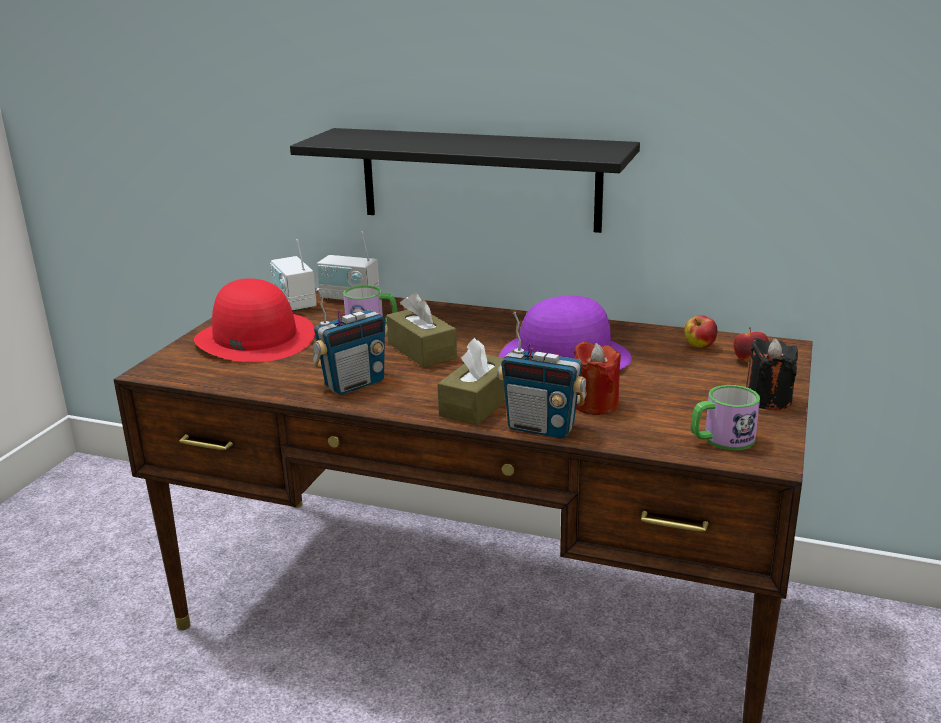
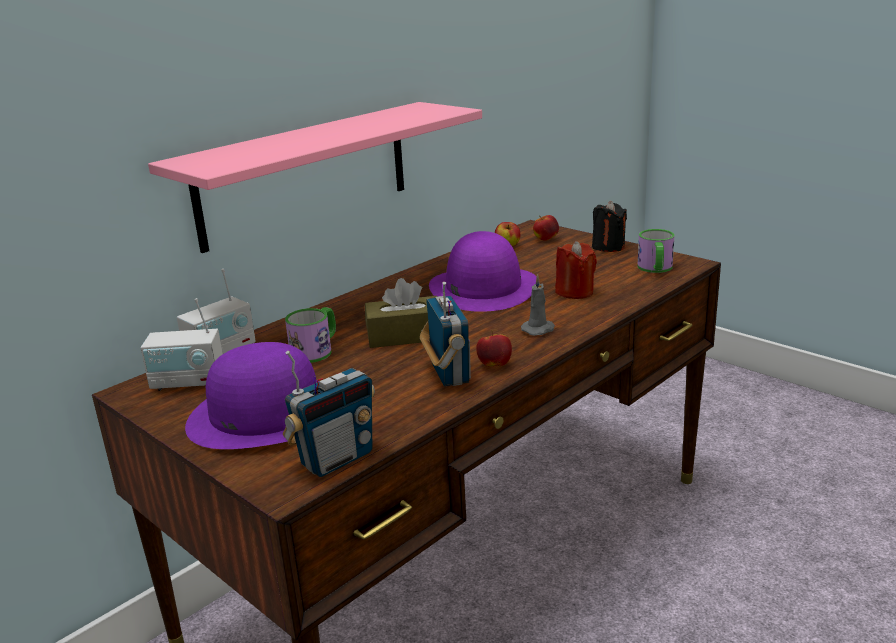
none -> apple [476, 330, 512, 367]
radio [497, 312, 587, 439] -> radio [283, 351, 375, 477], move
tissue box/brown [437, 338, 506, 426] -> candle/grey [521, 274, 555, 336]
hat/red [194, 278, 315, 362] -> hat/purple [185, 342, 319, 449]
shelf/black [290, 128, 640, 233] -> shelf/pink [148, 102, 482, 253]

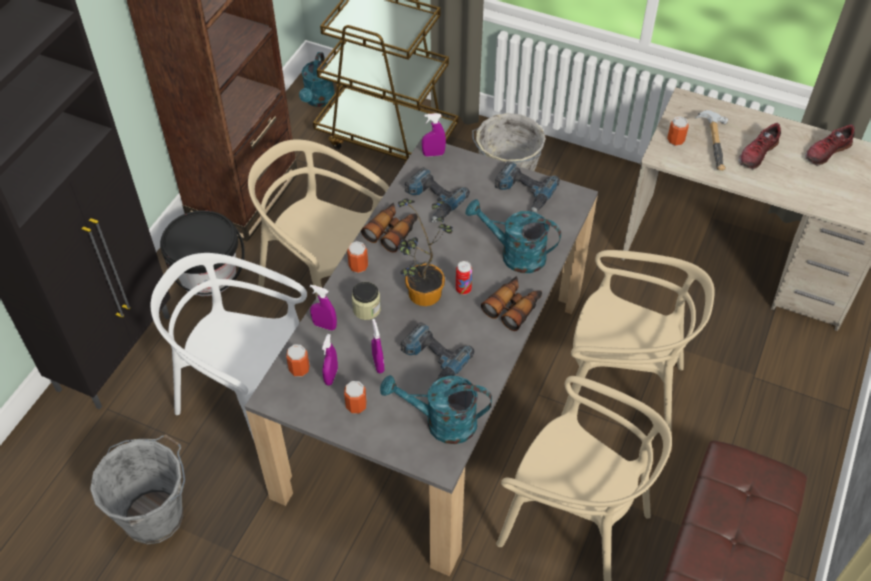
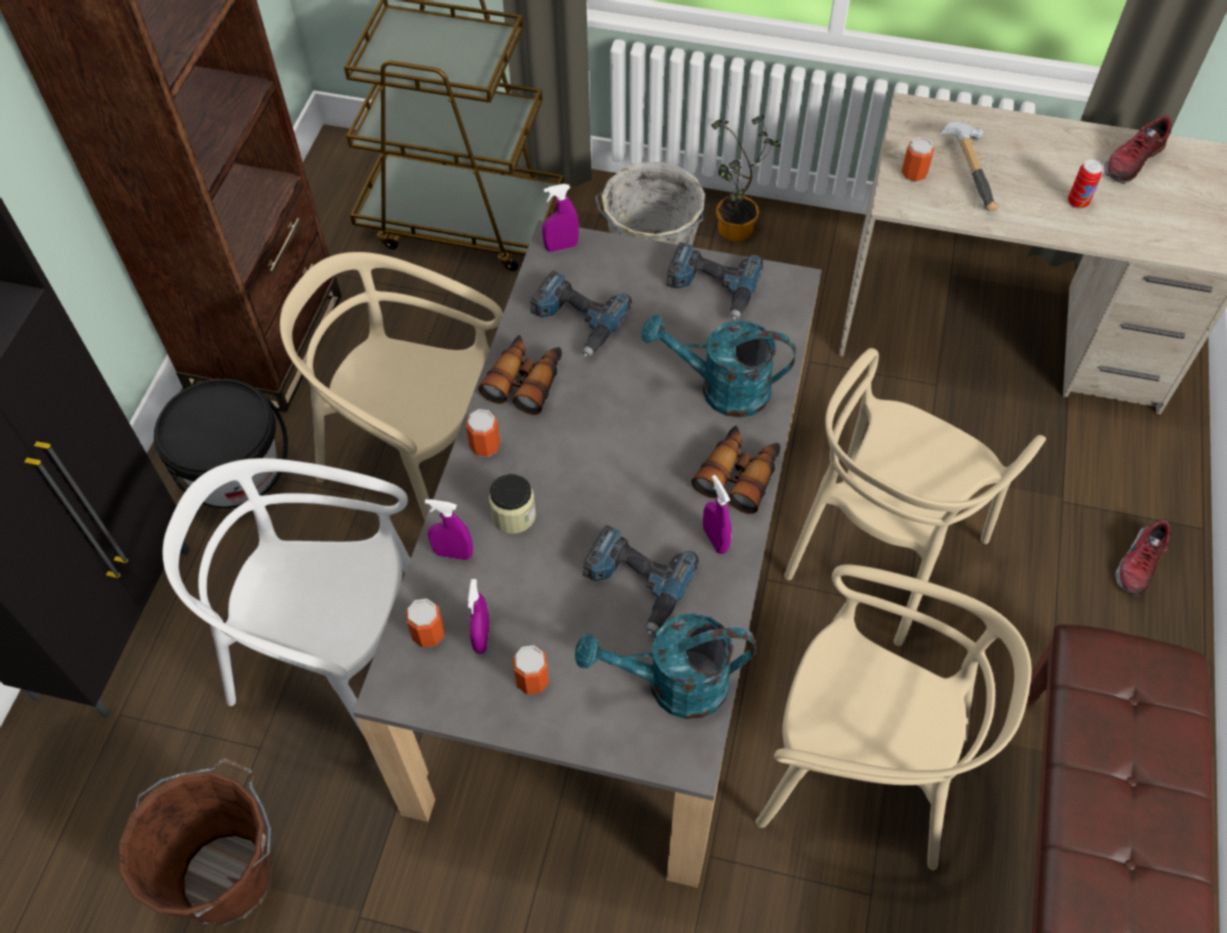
watering can/turquoise [299, 52, 335, 107] -> none
spray bottle/purple [371, 319, 384, 373] -> spray bottle/purple [703, 475, 732, 554], move
potted plant [398, 198, 453, 306] -> potted plant [711, 115, 781, 241], move
can [456, 261, 472, 295] -> can [1068, 159, 1103, 209], move
shoe [739, 123, 781, 170] -> shoe [1115, 519, 1171, 596], move
bucket/grey [90, 434, 185, 544] -> bucket/brown [119, 758, 273, 925]
chair/beige [561, 250, 715, 433] -> chair/beige [784, 348, 1046, 646], 120 degrees clockwise

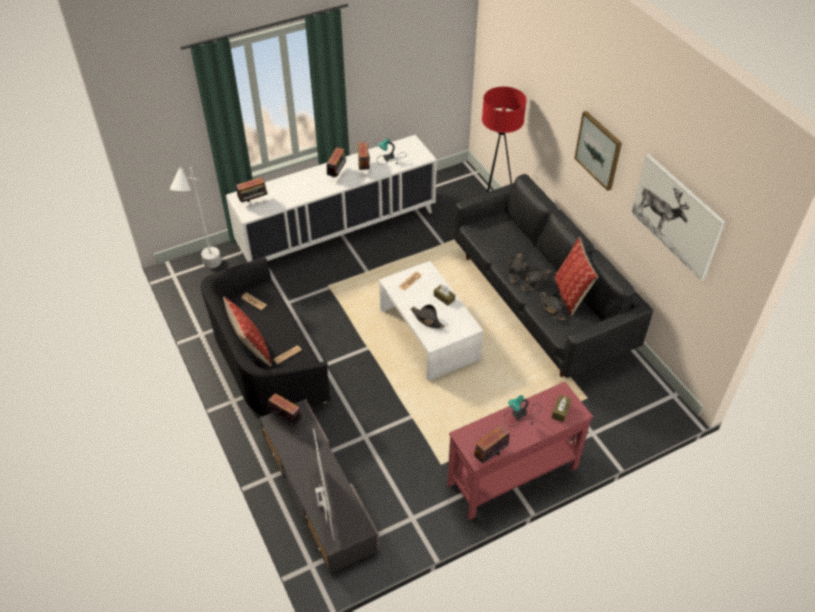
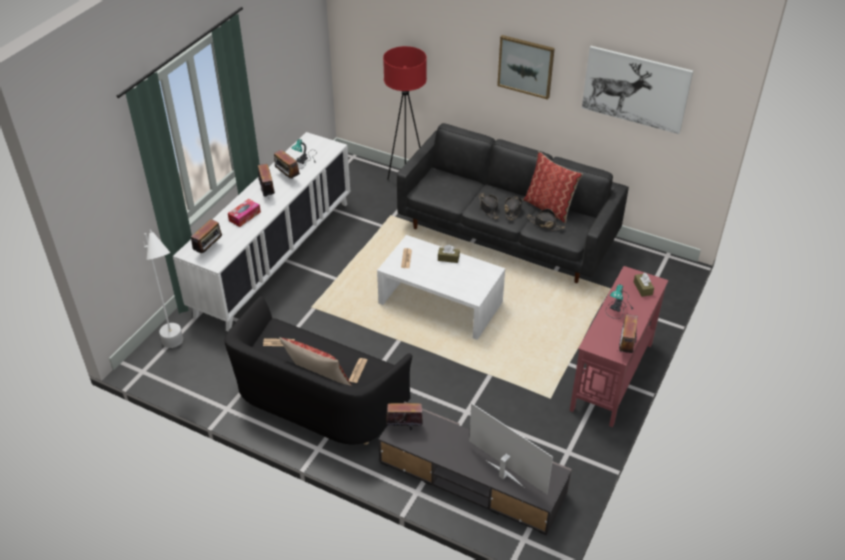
hat/black [411, 304, 445, 329] -> none
none -> tissue box [228, 199, 261, 227]

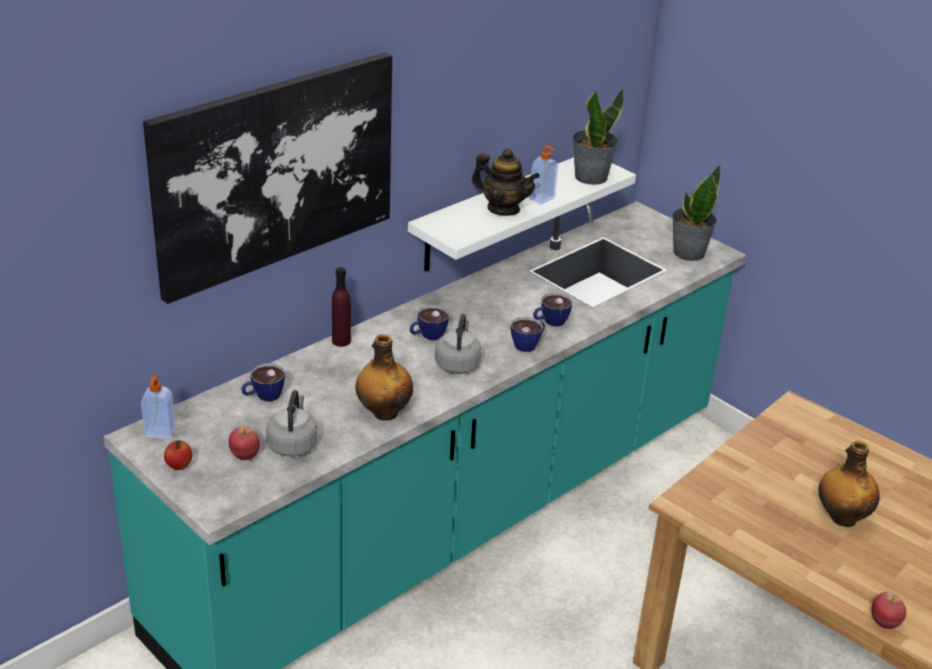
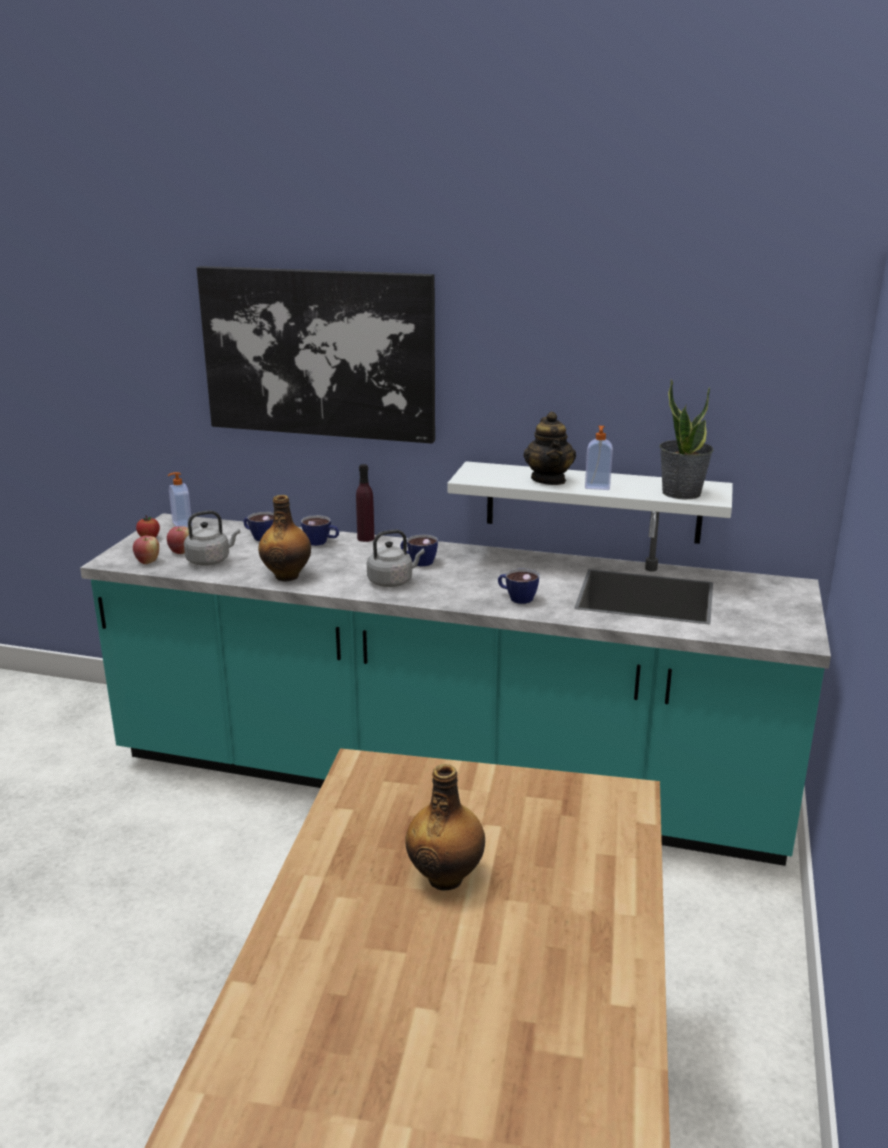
potted plant [672, 165, 721, 261] -> none
cup [511, 317, 545, 352] -> cup [301, 515, 339, 546], move
apple [871, 592, 906, 629] -> apple [133, 536, 159, 564], move

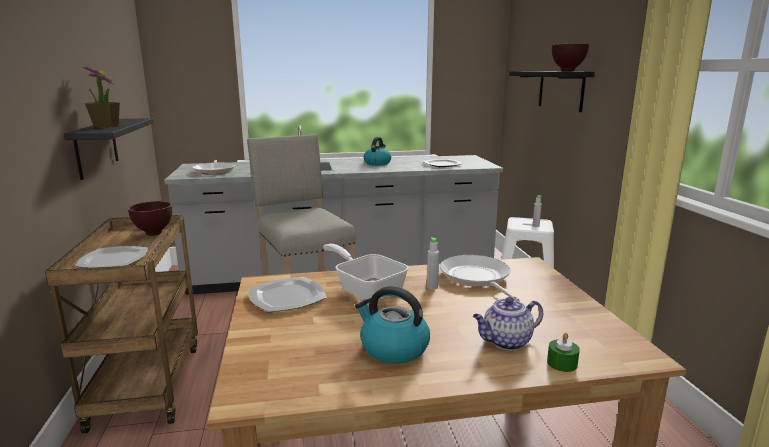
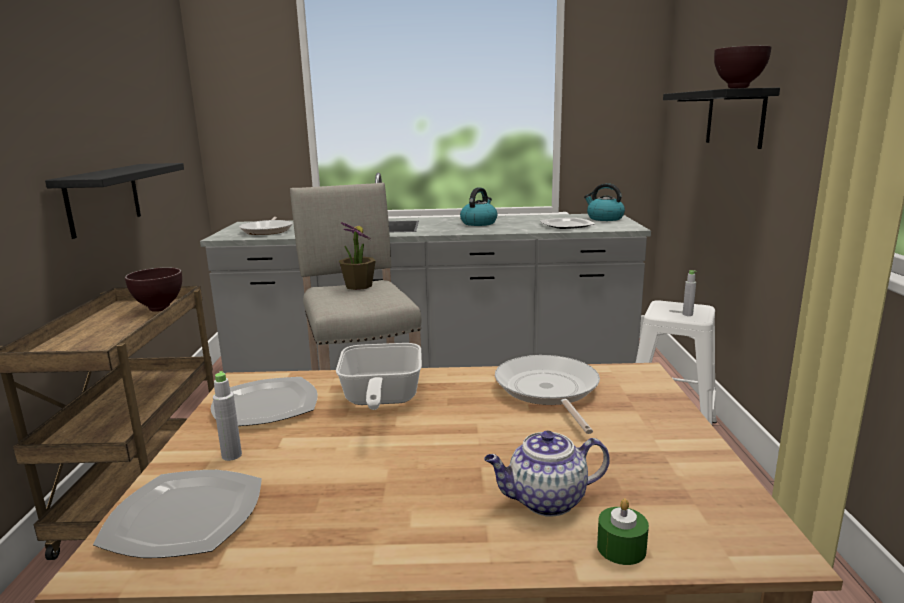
plate [75, 246, 148, 268] -> plate [93, 470, 262, 558], move
potted plant [83, 66, 120, 128] -> potted plant [339, 222, 376, 290], move
kettle [355, 286, 430, 364] -> kettle [584, 183, 625, 221], move
bottle/grey [427, 237, 439, 290] -> bottle/grey [213, 371, 242, 461], move
frying pan [323, 244, 409, 300] -> frying pan [336, 343, 422, 410], 150 degrees counterclockwise

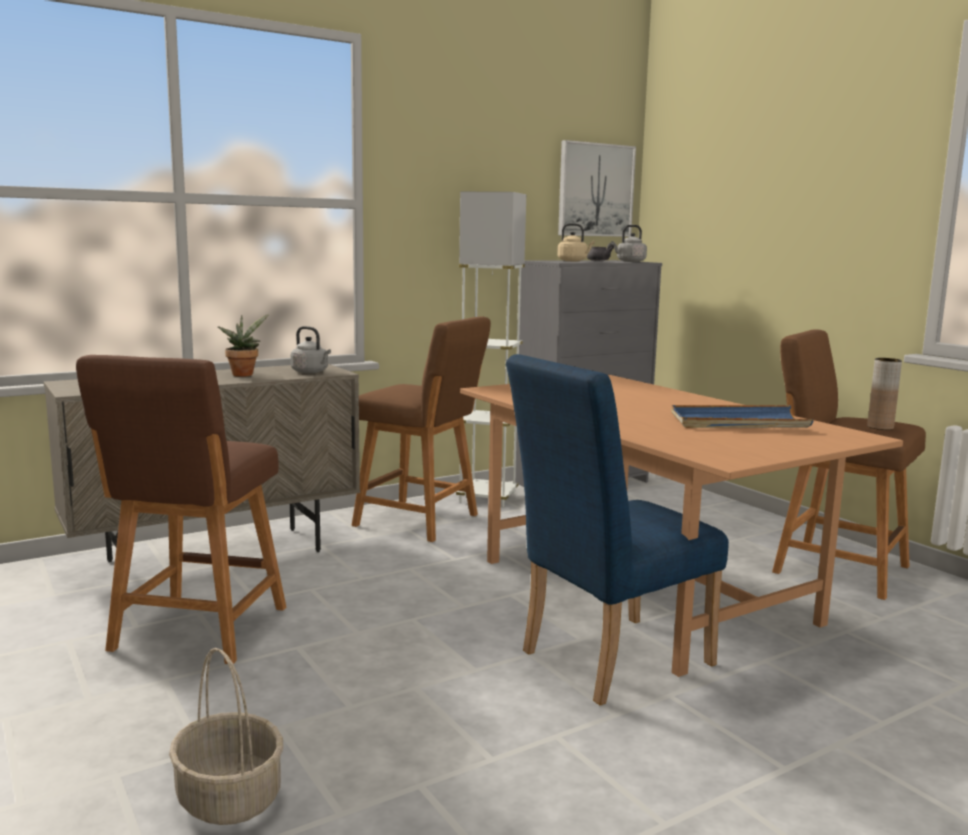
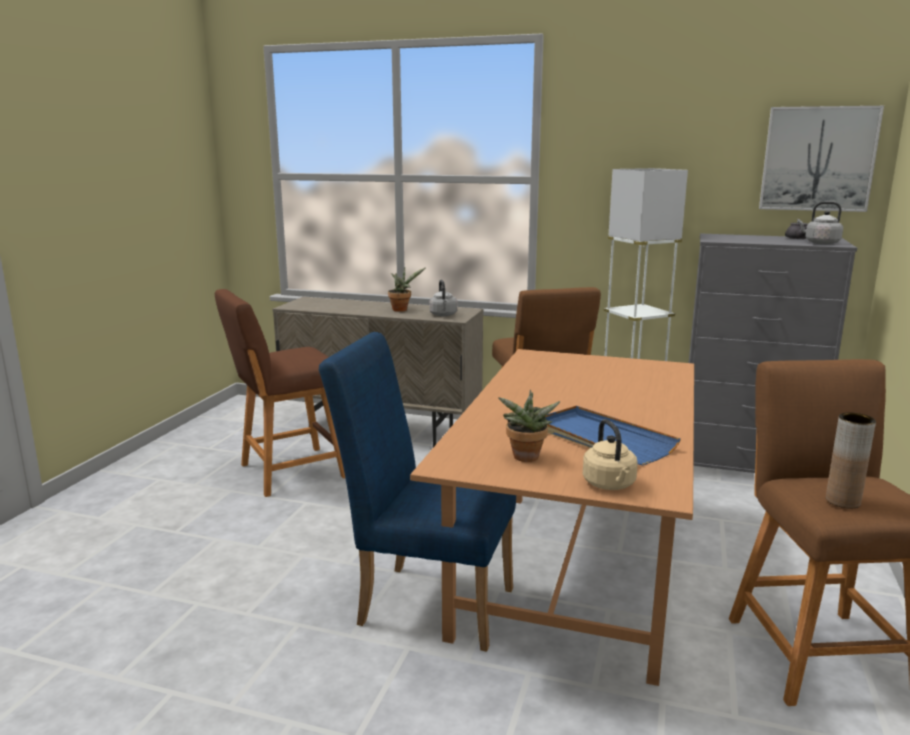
basket [169, 648, 283, 825] -> none
none -> potted plant [498, 390, 560, 462]
kettle/beige [557, 223, 595, 261] -> kettle/beige [583, 419, 638, 490], move

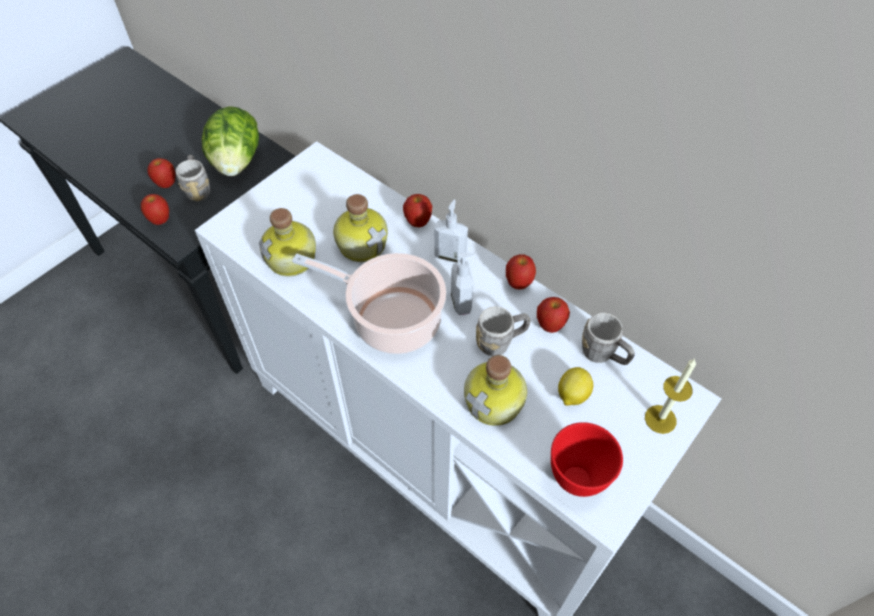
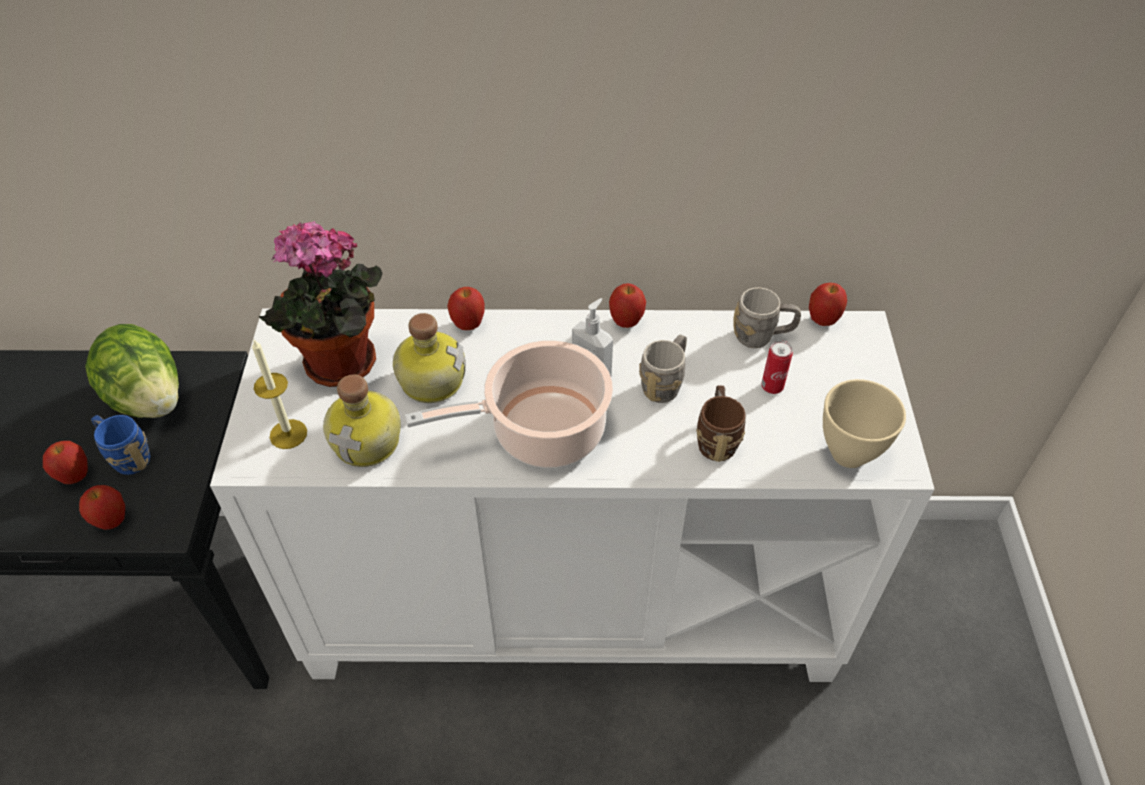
soap dispenser [434, 199, 468, 263] -> none
none -> potted plant [259, 221, 382, 387]
apple [537, 297, 570, 333] -> apple [809, 283, 847, 326], move
candle [645, 359, 696, 434] -> candle [252, 340, 307, 449], move
bottle [464, 355, 527, 426] -> mug/brown [696, 385, 746, 462]
lemon [558, 367, 593, 406] -> can [761, 340, 793, 394]
mug/grey [176, 155, 210, 201] -> mug/blue [91, 415, 150, 475]
bowl/red [551, 422, 623, 497] -> bowl/beige [823, 379, 906, 468]

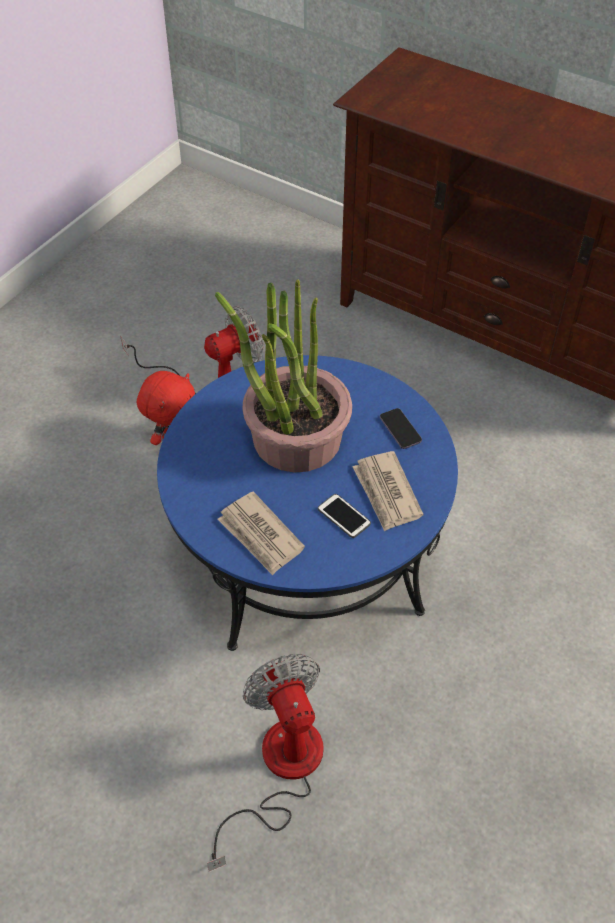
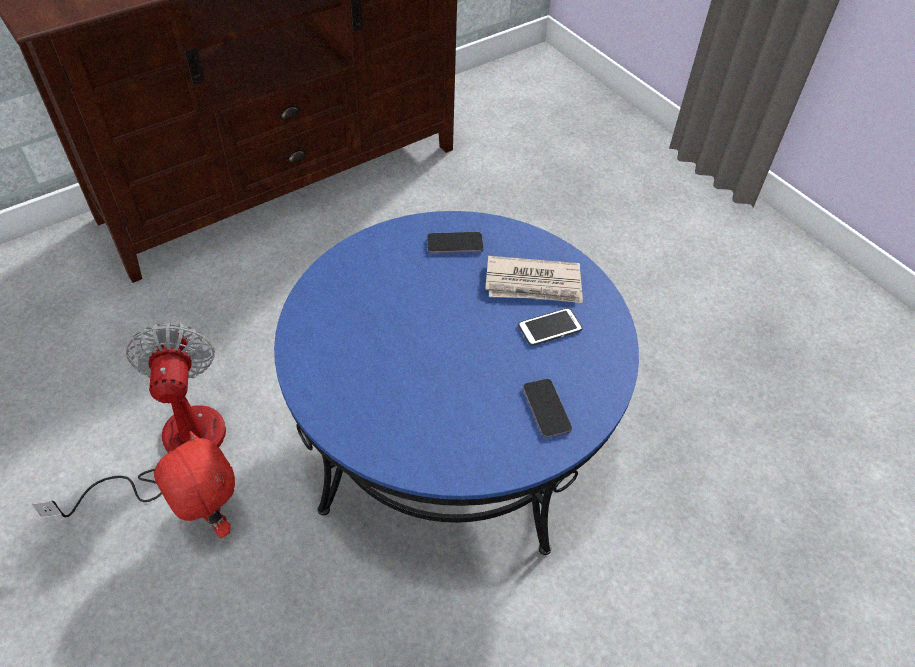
fan [207, 654, 323, 872] -> none
potted plant [215, 279, 352, 473] -> none
newspaper [217, 491, 305, 575] -> phone [523, 379, 572, 438]

